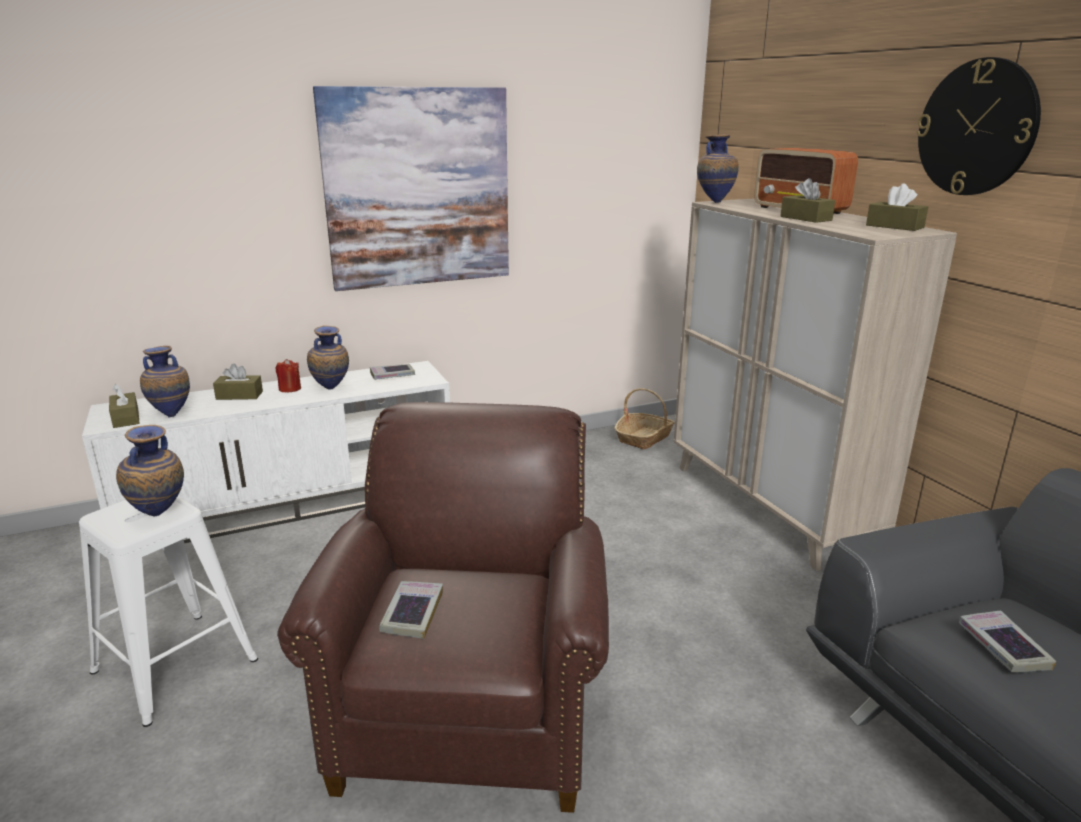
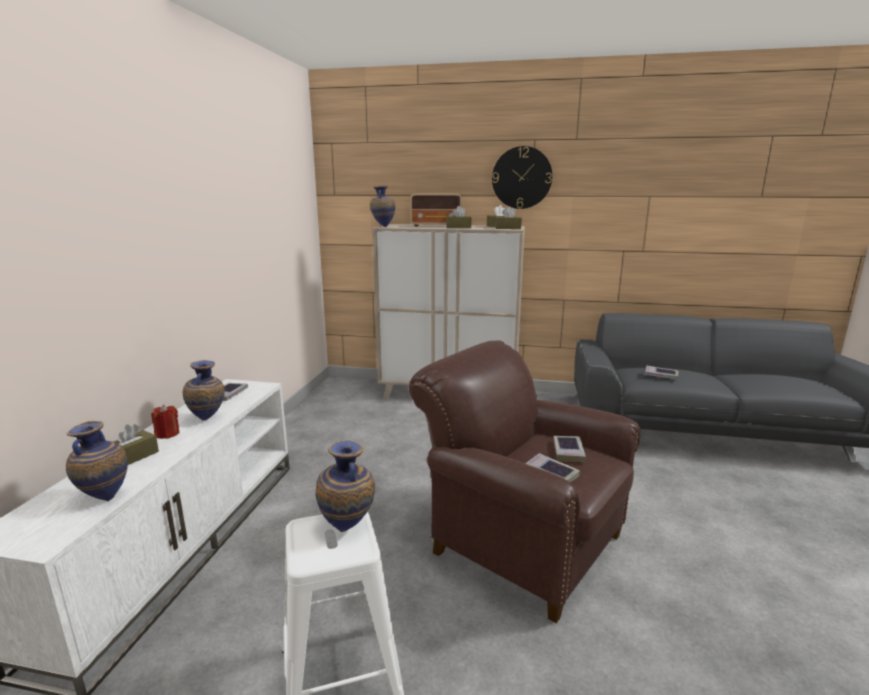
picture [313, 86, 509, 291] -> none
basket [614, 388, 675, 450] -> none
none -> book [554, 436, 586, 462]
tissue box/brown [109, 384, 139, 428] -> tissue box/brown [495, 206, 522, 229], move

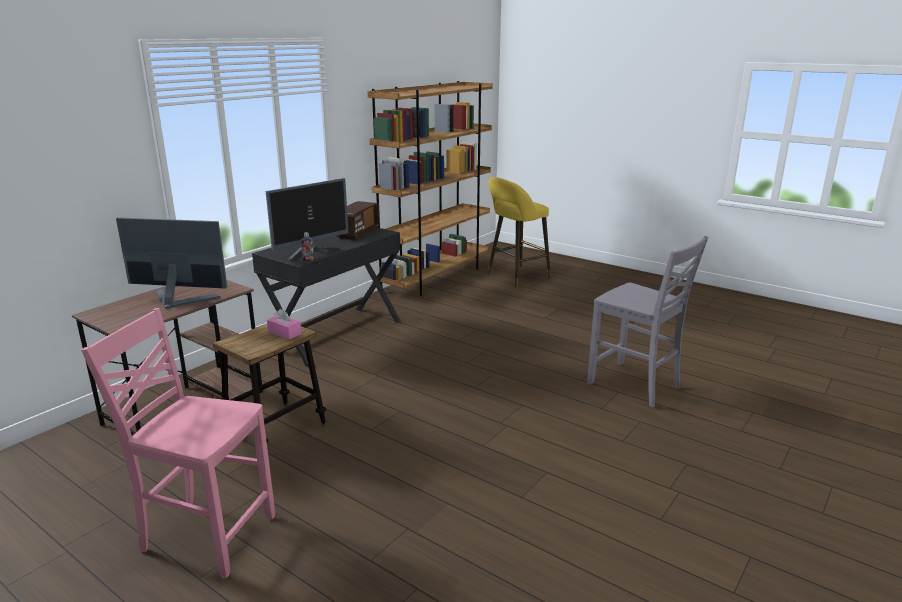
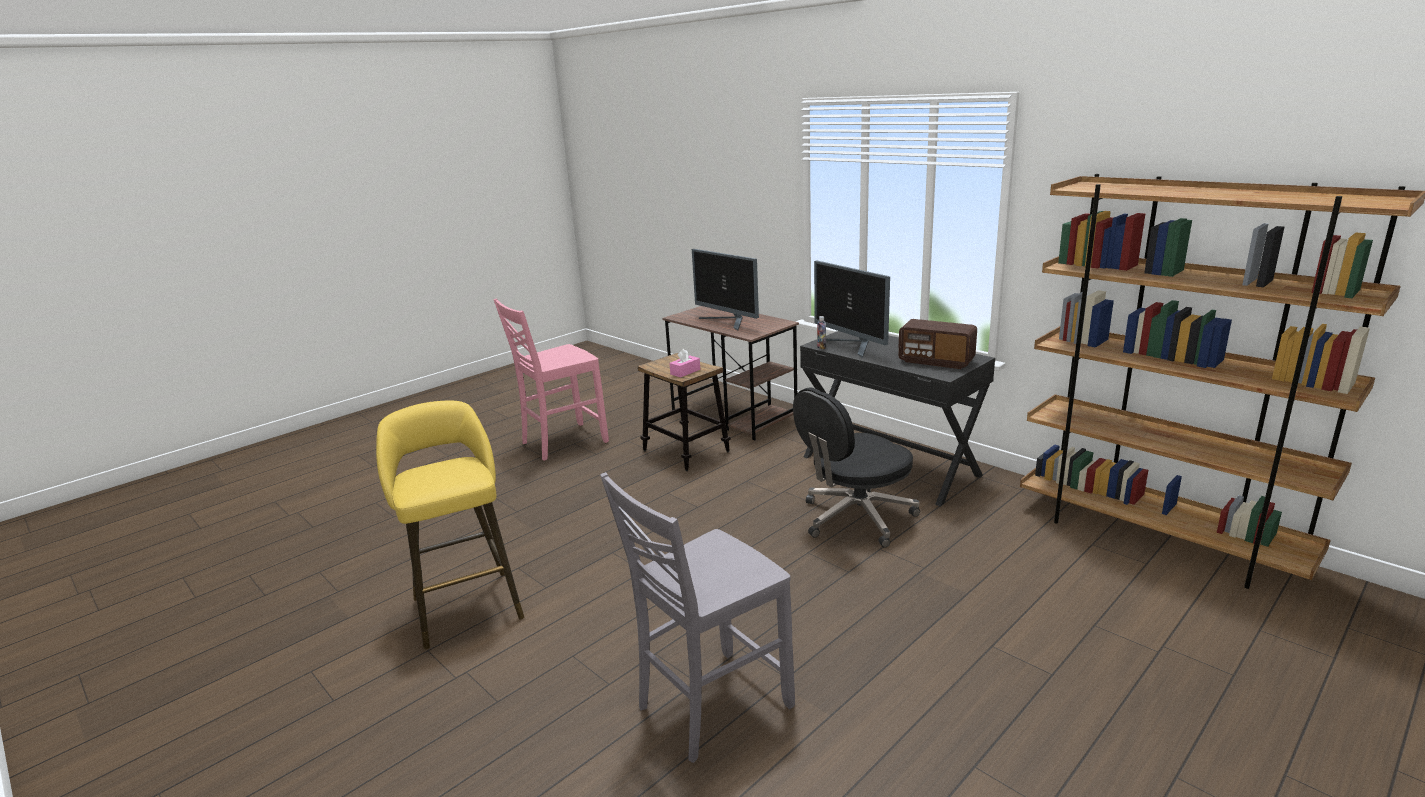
none -> office chair/black [793, 387, 920, 548]
stool/yellow [487, 177, 551, 287] -> stool/yellow [376, 401, 524, 649], move
chair/pink [81, 308, 275, 578] -> chair/pink [494, 298, 609, 461], 150 degrees counterclockwise
monitor [116, 218, 227, 309] -> monitor [692, 249, 759, 330], 120 degrees clockwise

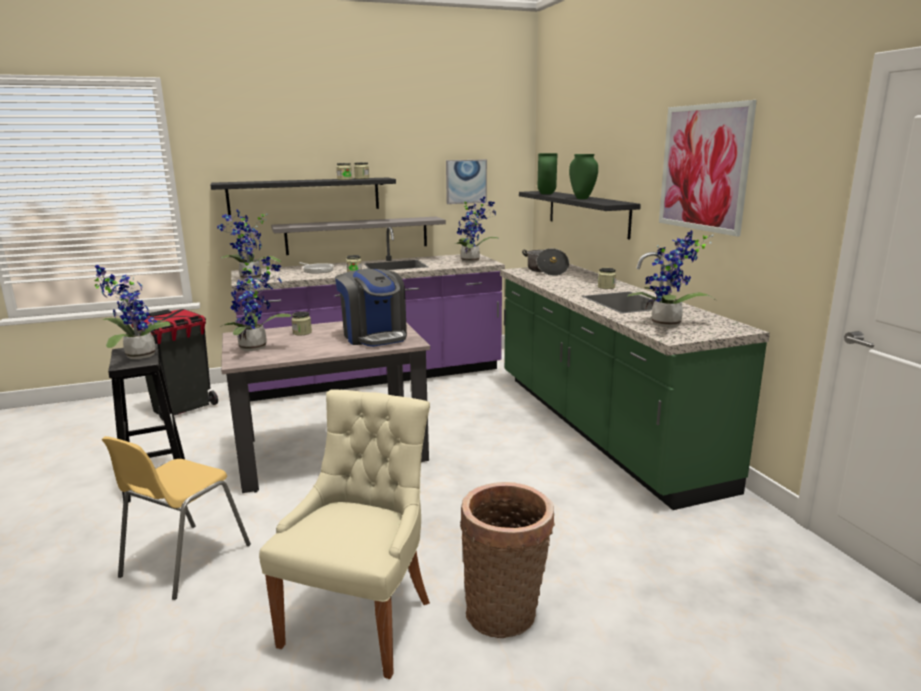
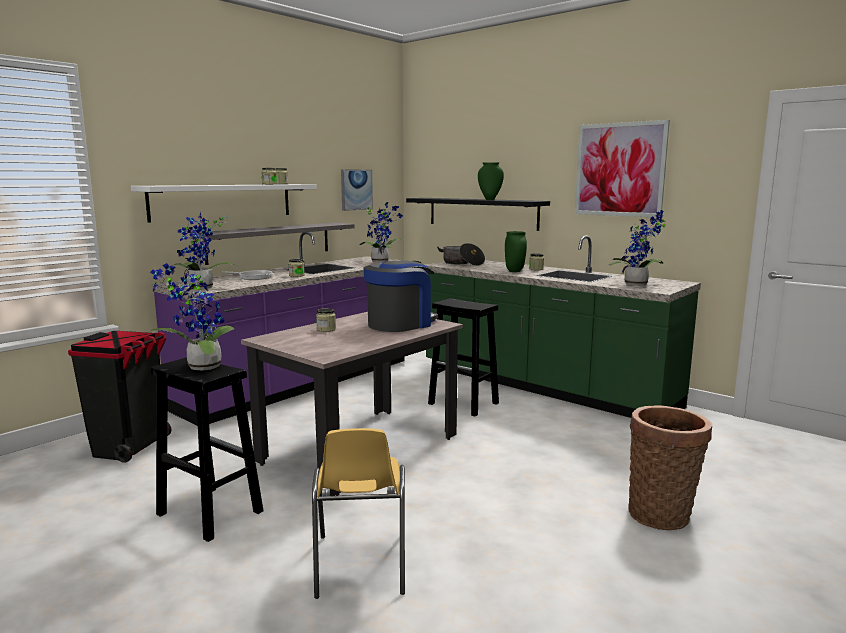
potted plant [220, 256, 292, 351] -> none
chair/beige [259, 389, 430, 679] -> none
none -> stool/black [428, 298, 499, 417]
vase/green [538, 153, 557, 194] -> vase/green [505, 231, 527, 272], move
shelf/black [210, 177, 396, 215] -> shelf/white [131, 184, 317, 223]
coffee machine [335, 268, 407, 347] -> coffee machine [363, 260, 438, 332], 75 degrees counterclockwise

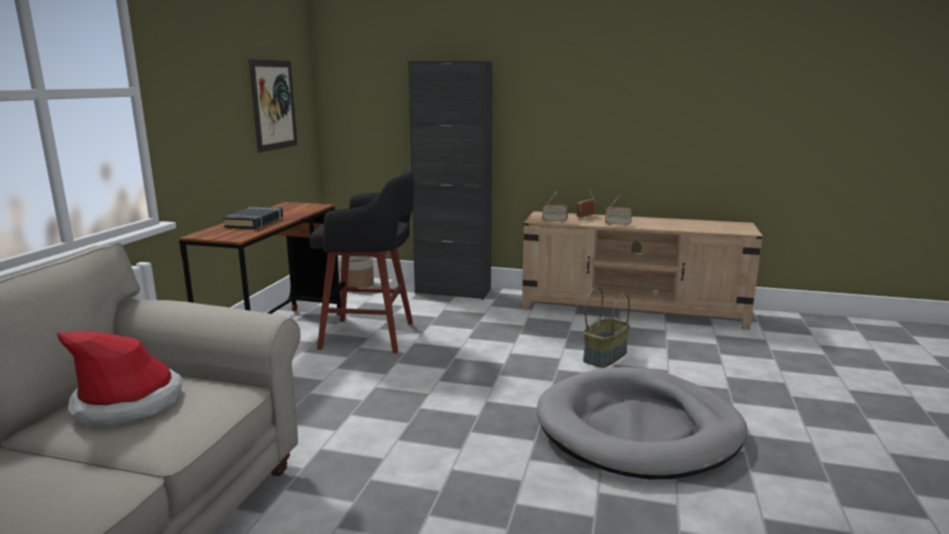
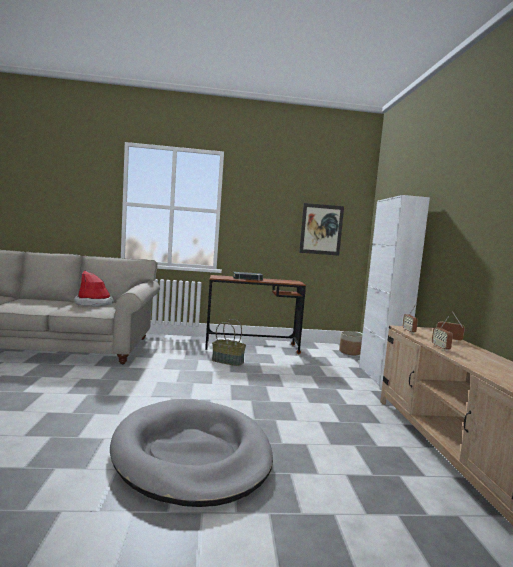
stool/black [309, 169, 414, 353] -> none
basket [583, 287, 630, 368] -> basket [212, 319, 246, 366], move
cabinet/black [408, 61, 493, 300] -> cabinet/white [359, 195, 430, 387]

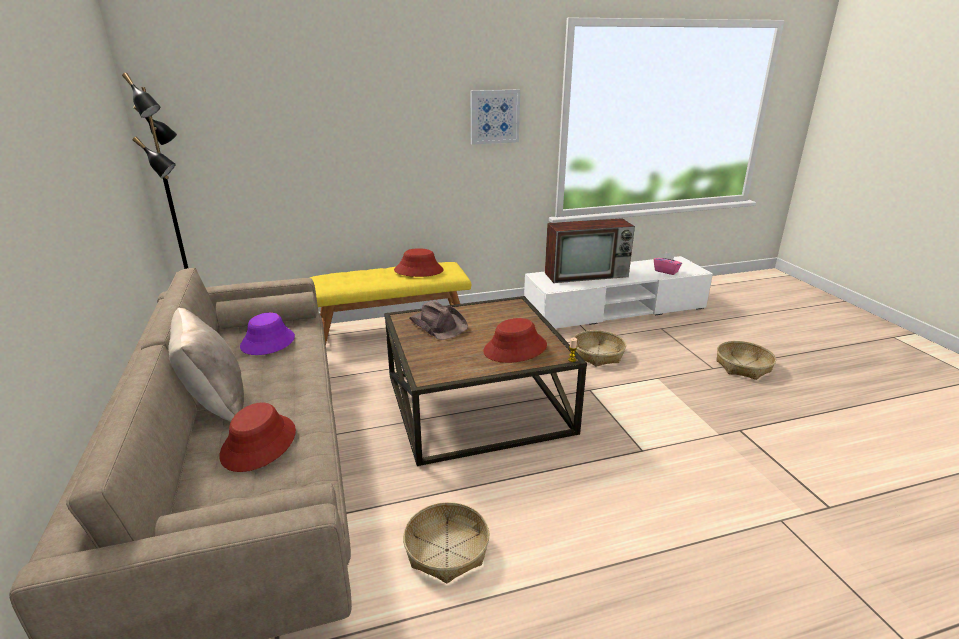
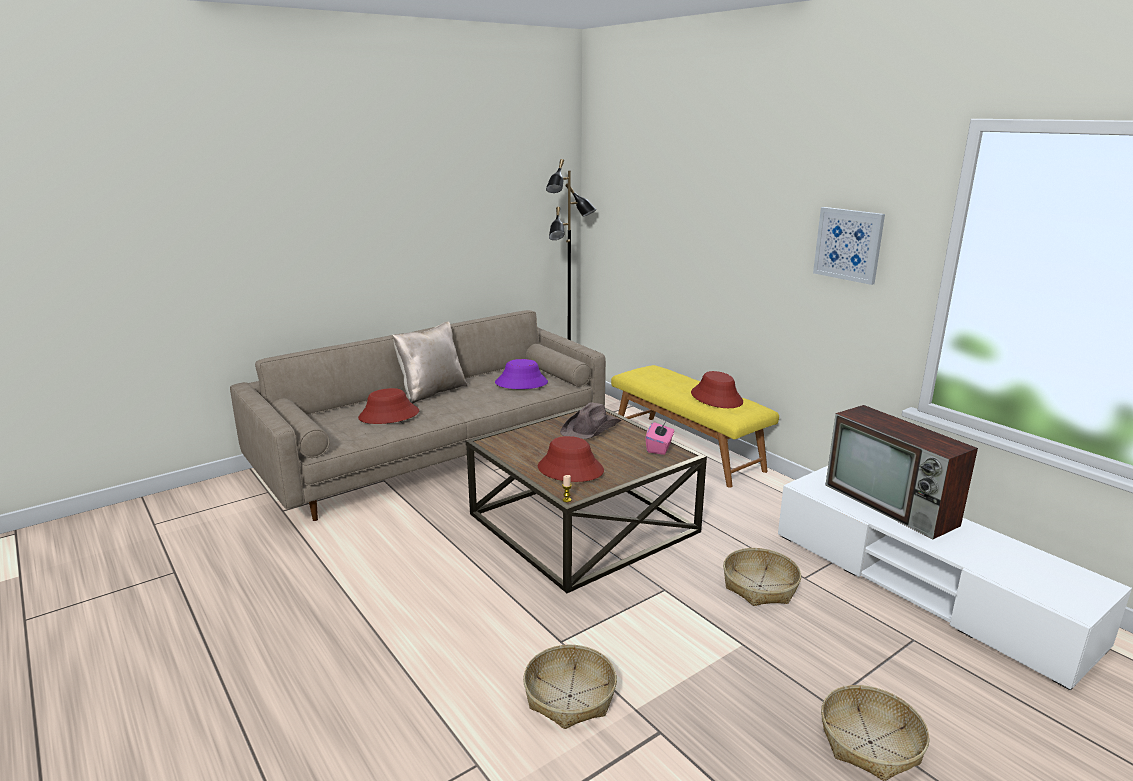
basket [403, 502, 489, 583] -> basket [523, 645, 617, 729], move
tissue box/pink [654, 252, 682, 275] -> tissue box/pink [645, 420, 674, 455], move

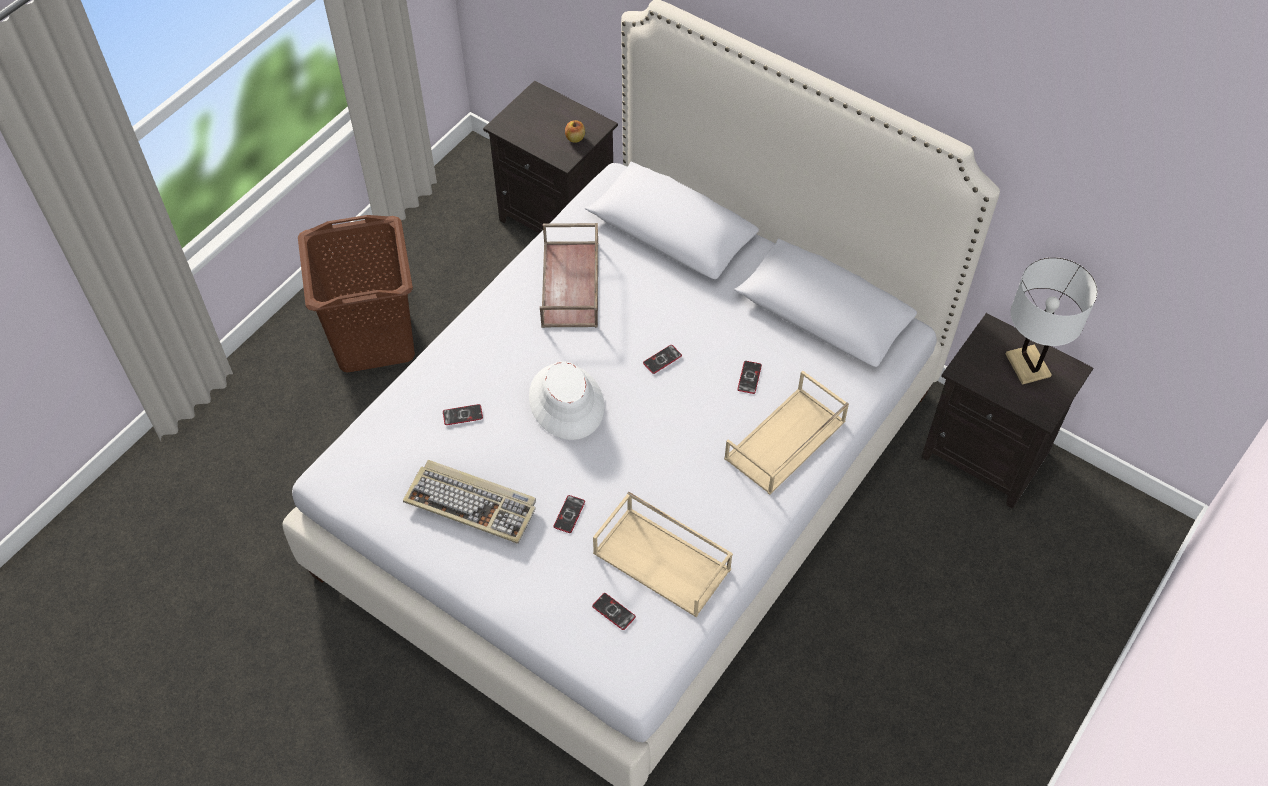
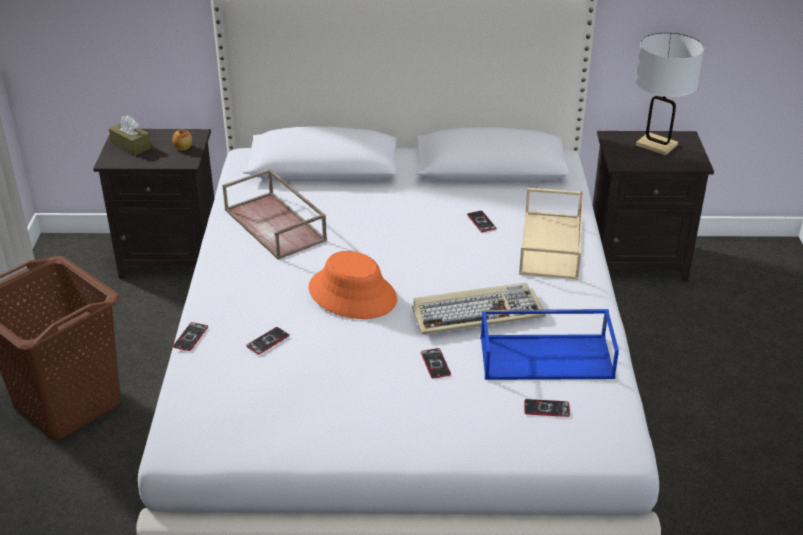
none -> tissue box/brown [109, 115, 151, 156]
keyboard [403, 460, 536, 544] -> keyboard [412, 283, 546, 335], move
phone [643, 345, 682, 374] -> phone [173, 322, 208, 351], move
hat/white [529, 361, 604, 440] -> hat/orange [308, 251, 397, 319]
tray/beige [593, 492, 733, 617] -> tray/blue [480, 309, 619, 380]

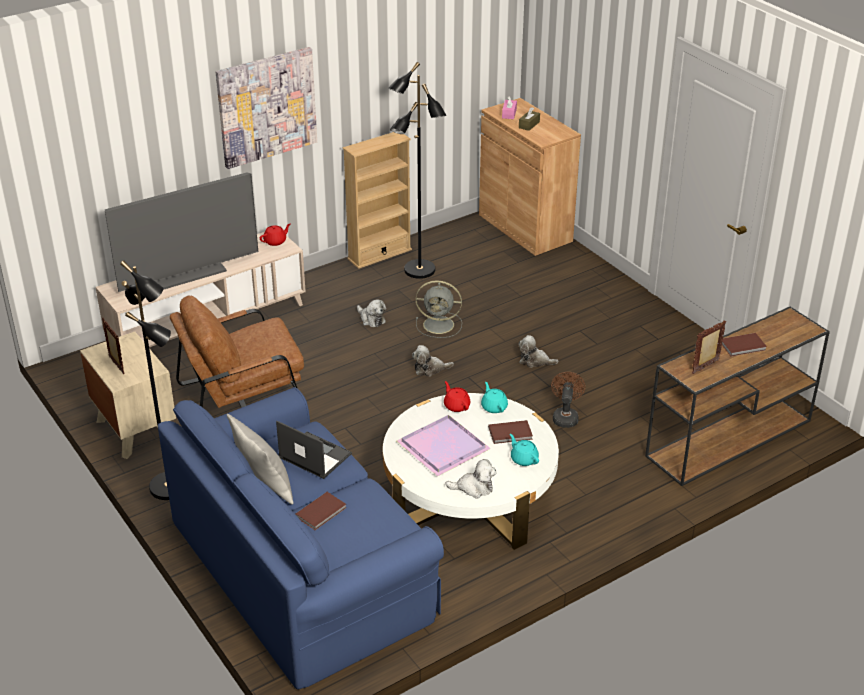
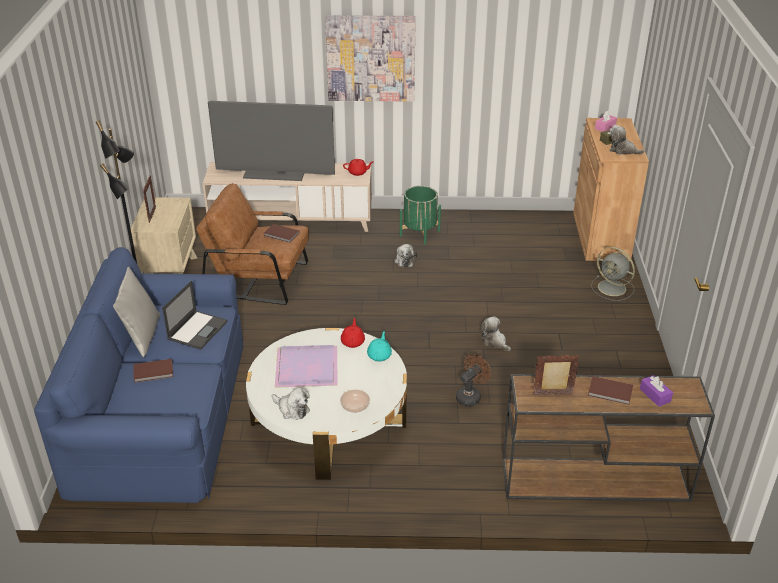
bookcase/beige [342, 132, 412, 269] -> none
floor lamp/black [389, 62, 447, 279] -> none
none -> planter/green [400, 186, 441, 245]
none -> tissue box/purple [640, 375, 673, 407]
plush toy [412, 345, 454, 376] -> plush toy [609, 127, 645, 155], move
fan/grey [416, 280, 462, 338] -> fan/grey [591, 247, 635, 301], move
book/brown [488, 420, 533, 444] -> book/brown [264, 224, 300, 243], move
teapot/turquoise [510, 434, 539, 466] -> bowl [340, 390, 370, 413]
laptop [276, 421, 352, 479] -> laptop [162, 281, 228, 350], 45 degrees clockwise

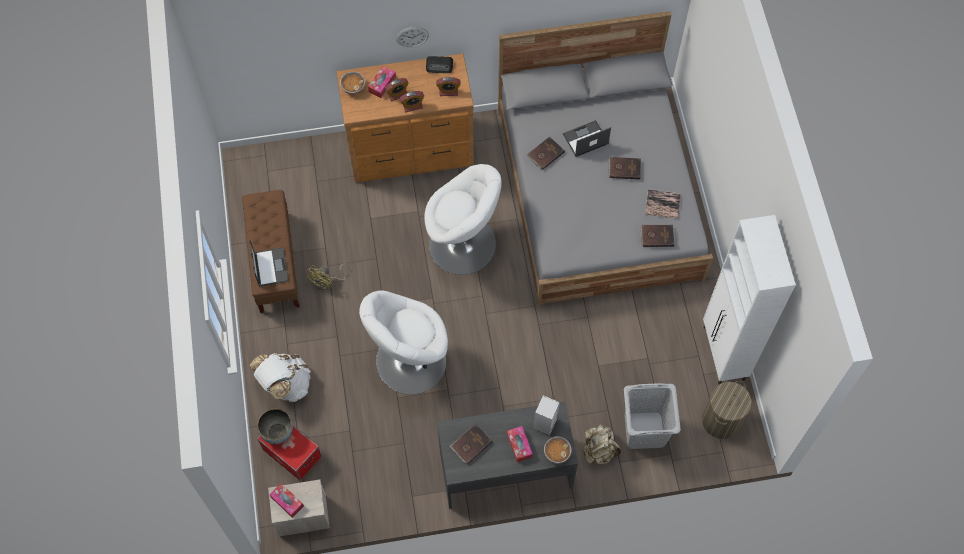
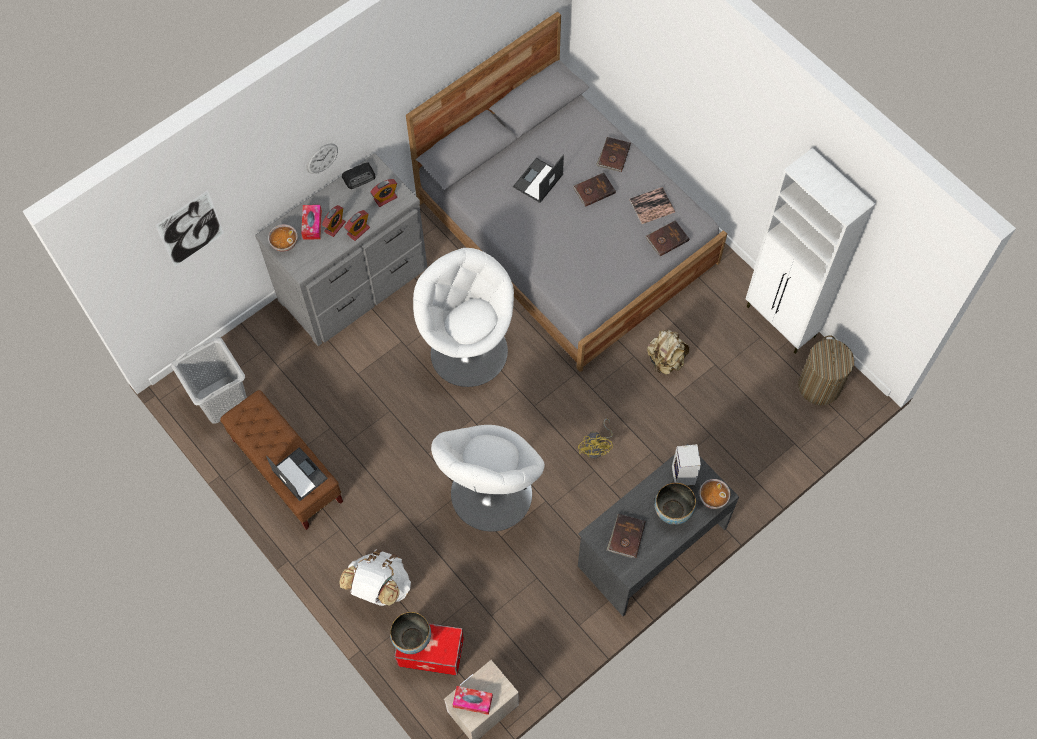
none -> picture [155, 190, 224, 267]
fan/yellow [306, 264, 350, 290] -> fan/yellow [578, 418, 613, 458], move
book/brown [526, 137, 565, 170] -> book/brown [596, 137, 631, 172], move
backpack/beige [582, 425, 621, 465] -> backpack/beige [647, 330, 689, 374], move
laundry basket/grey [624, 383, 681, 449] -> laundry basket/grey [171, 337, 247, 423], move
tissue box [507, 426, 533, 462] -> bowl [654, 483, 696, 525]
dresser/brown [337, 53, 474, 183] -> dresser/grey [255, 153, 427, 346]
armchair/white [424, 164, 502, 275] -> armchair/white [413, 248, 514, 387], 120 degrees counterclockwise

